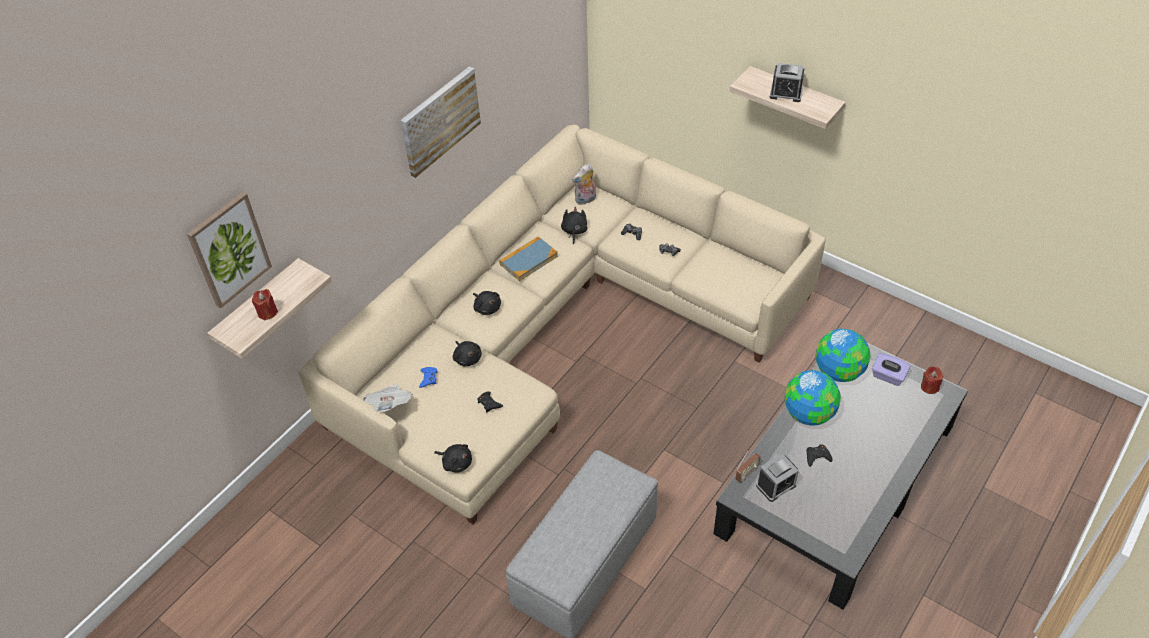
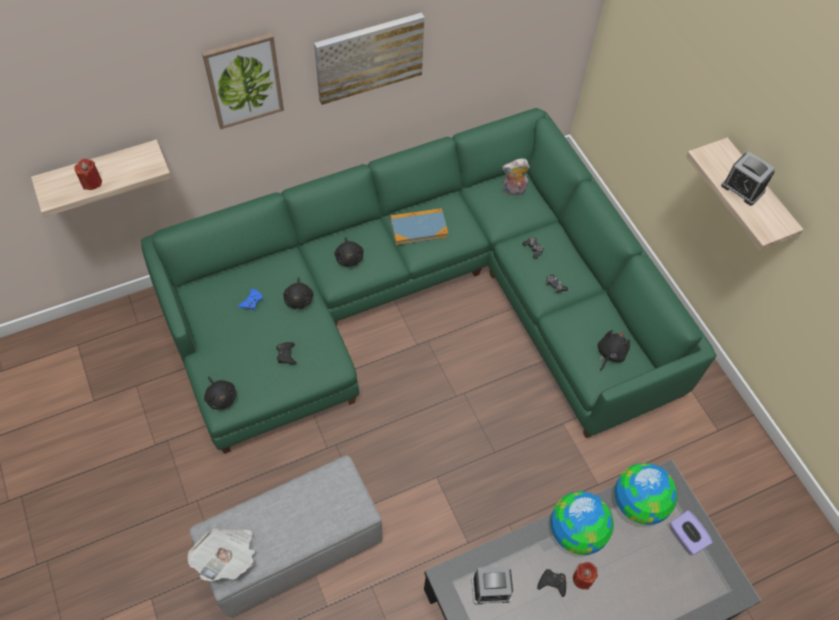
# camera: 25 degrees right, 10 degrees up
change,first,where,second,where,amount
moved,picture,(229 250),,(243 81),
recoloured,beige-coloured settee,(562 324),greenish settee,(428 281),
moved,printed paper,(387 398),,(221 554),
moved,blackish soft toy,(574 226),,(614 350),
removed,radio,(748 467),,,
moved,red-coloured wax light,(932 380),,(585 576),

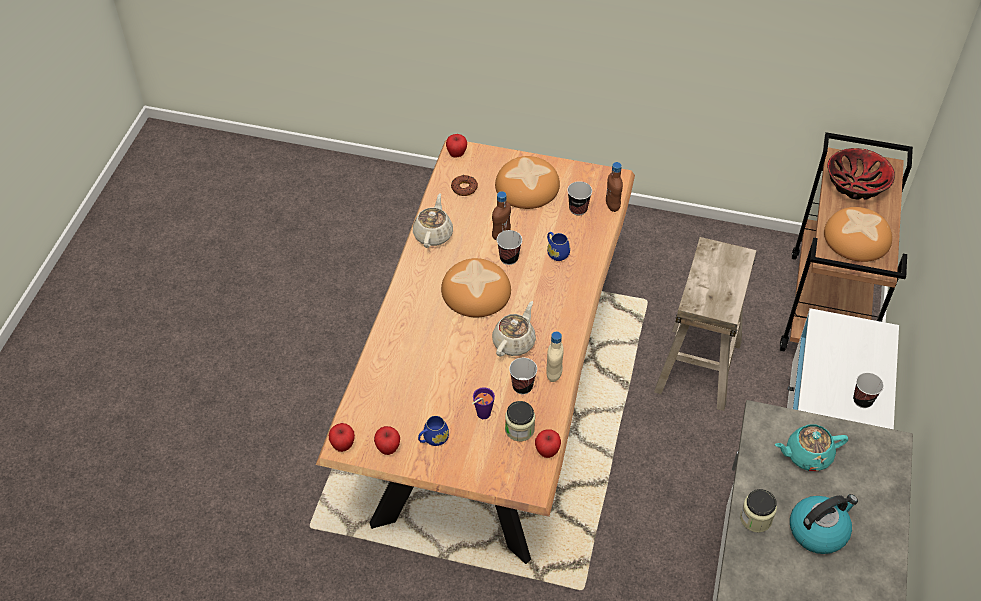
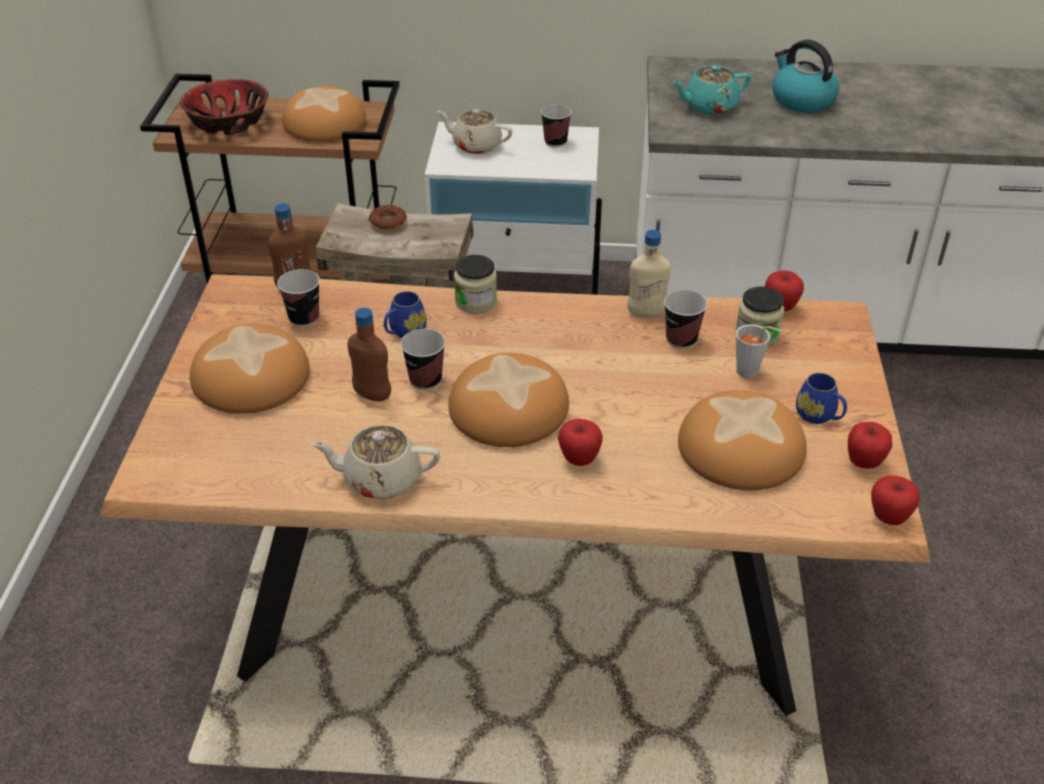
# camera: 100 degrees left, 10 degrees down
change,first,where,second,where,amount
moved,apple fruit,(456 145),,(580 442),
moved,ring doughnut,(464 185),,(388 217),
recoloured,purple-coloured cup,(483 403),grey cup,(759 351),
moved,beige-coloured pot for tea,(514 329),,(474 131),
moved,storage jar,(758 510),,(475 284),
turned,blue-green pot for tea,(811 447),,(711 90),90 degrees clockwise
added,,,bakery bread,(742 440),

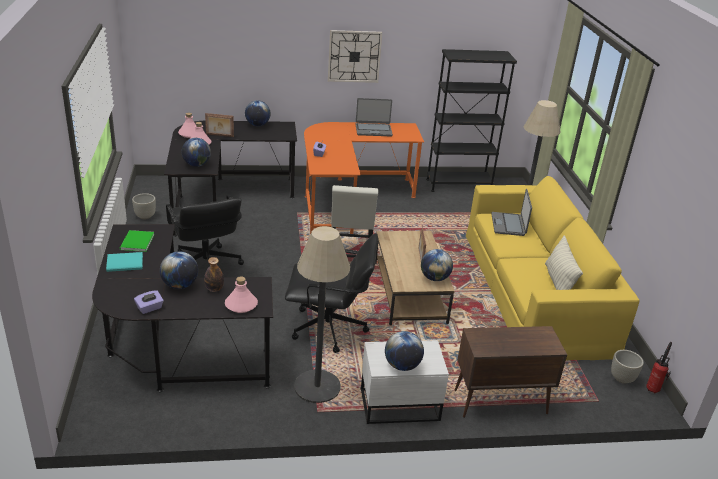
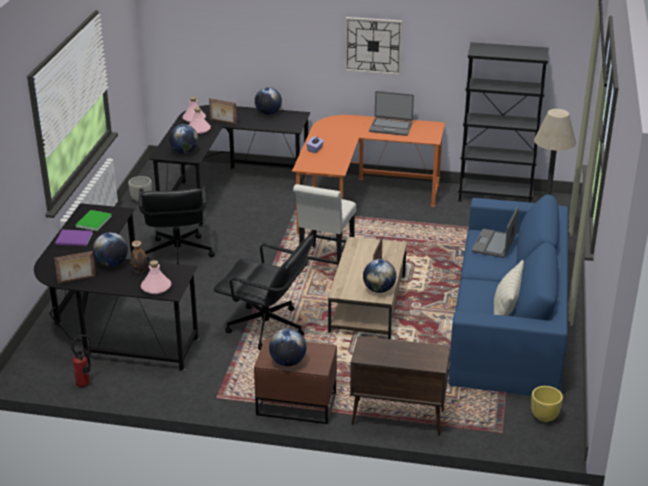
# camera: 20 degrees right, 0 degrees up
change,first,where,second,where,amount
recoloured,blue-green book,(124 262),purple-coloured book,(74 238),
replaced,purple-coloured tissue holder,(149 302),picture frame,(75 267),
removed,standard lamp,(322 314),,,
recoloured,white nightstand,(405 382),brown nightstand,(295 380),
recoloured,yellowish settee,(552 268),bluish settee,(508 295),
recoloured,grey planter,(627 367),yellowish planter,(547 404),
moved,extinguisher,(659 368),,(81 361),

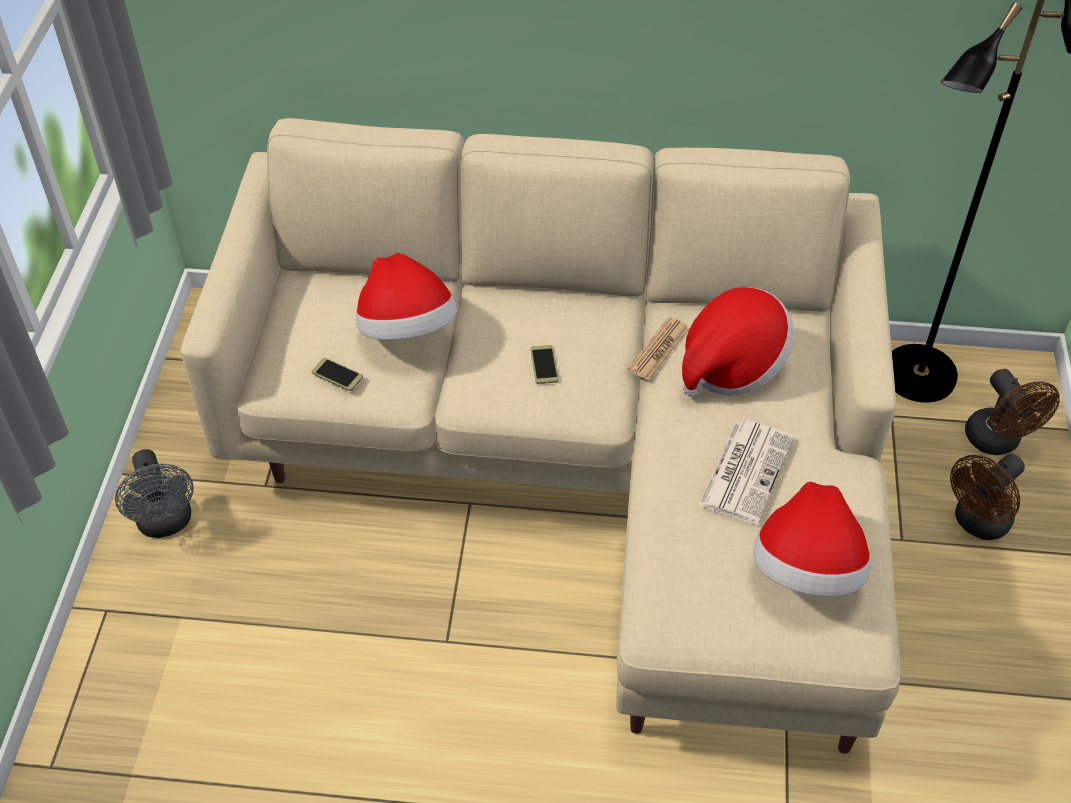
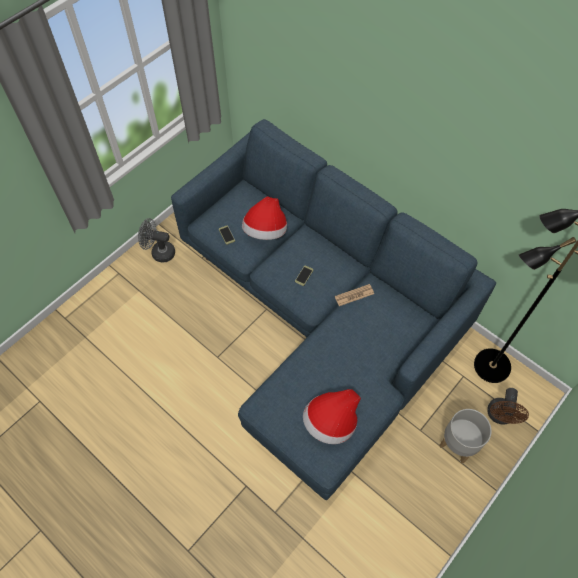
# camera: 35 degrees right, 10 degrees up
change,first,where,second,where,amount
turned,grey electric fan,(154 493),,(156 240),90 degrees clockwise
recoloured,beige-coloured settee,(540 436),bluish settee,(333 309),
removed,wearable hat,(738 342),,,
removed,printed paper,(746 472),,,
replaced,brown electric fan,(987 497),grey planter,(465 436),

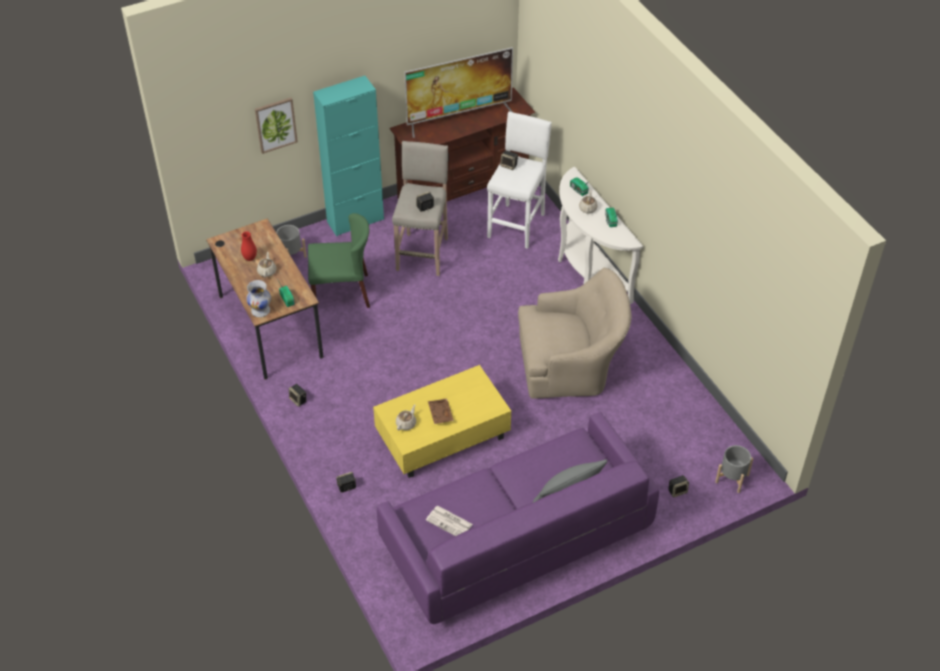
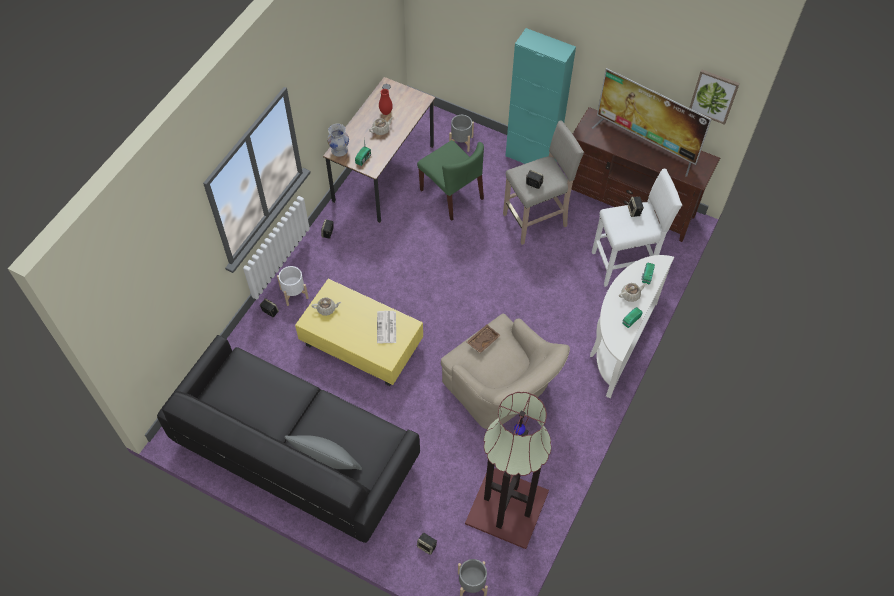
# camera: 55 degrees right, 10 degrees up
change,first,where,second,where,amount
moved,picture,(276 126),,(714 97),
recoloured,purple-coloured settee,(518 518),blackish settee,(288 439),
moved,printed paper,(449 521),,(386 327),
moved,brown carrying tray,(441 411),,(484 339),
added,,,white planter,(293 286),
added,,,standard lamp,(508 470),

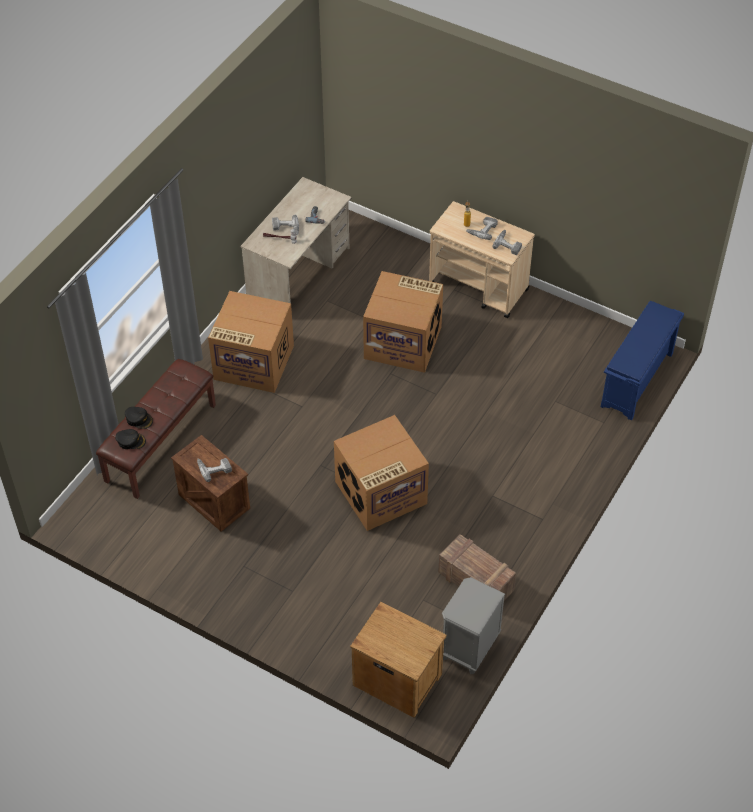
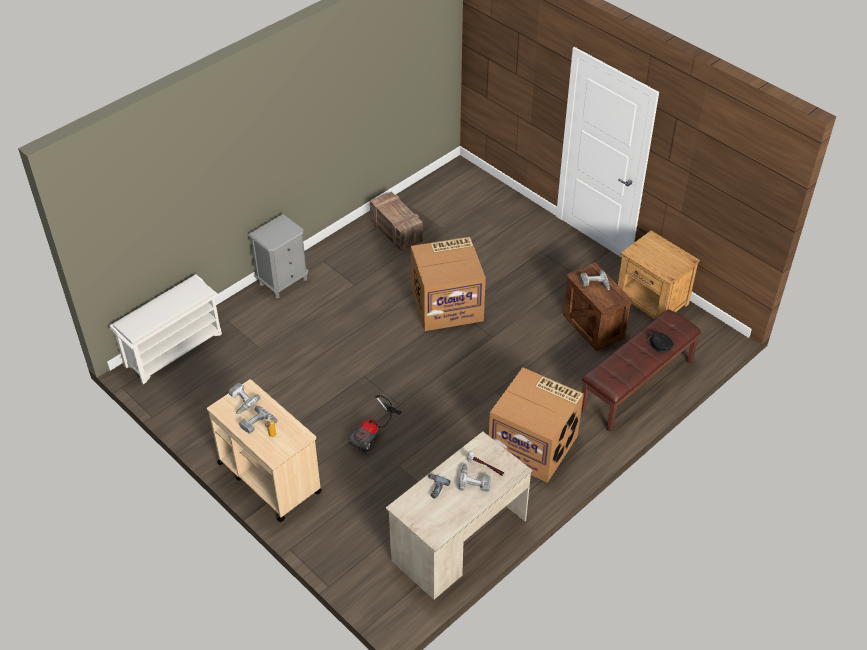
# camera: 165 degrees left, 5 degrees down
change,first,where,second,where,amount
removed,blackish cap,(130 439),,,
moved,brown nightstand,(398 660),,(659 275),
replaced,packing box,(403 322),vacuum,(375 424),
moved,grey nightstand,(473 625),,(278 256),
recoloured,bluish shoe shelf,(642 361),white shoe shelf,(166 329),

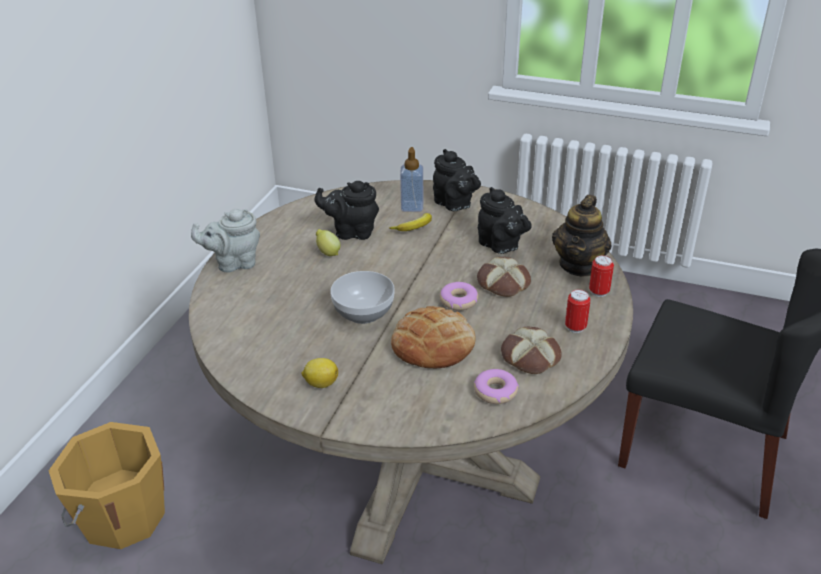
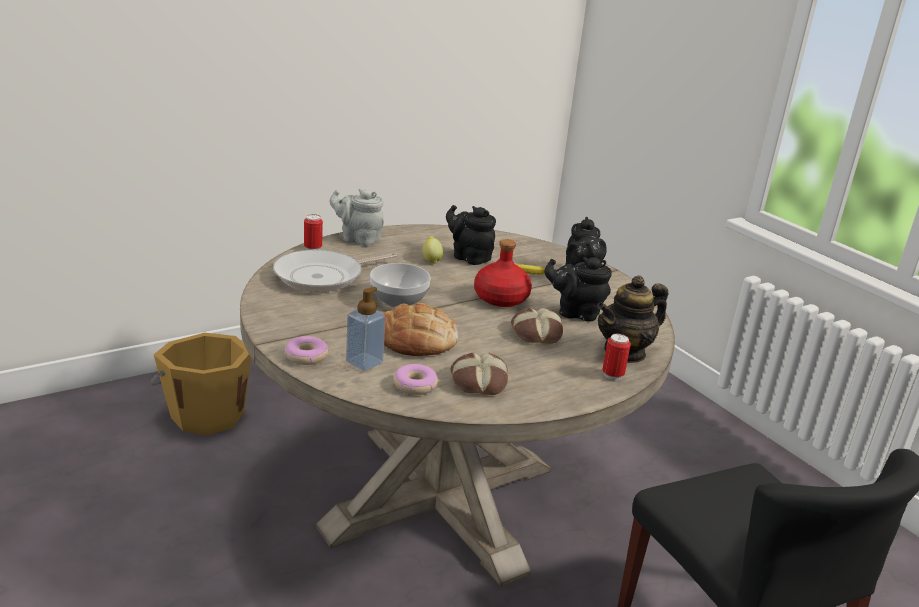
# camera: 35 degrees right, 10 degrees down
change,first,where,second,where,amount
removed,whole lemon,(320 373),,,
moved,soap dispenser,(411 179),,(366 329),
moved,ring doughnut,(459 296),,(307 350),
turned,blackish pot for tea,(505 220),,(578 289),105 degrees clockwise
moved,sealed can,(577 311),,(313 232),
added,,,pan,(335 271),
added,,,red-coloured beverage bottle,(503 273),

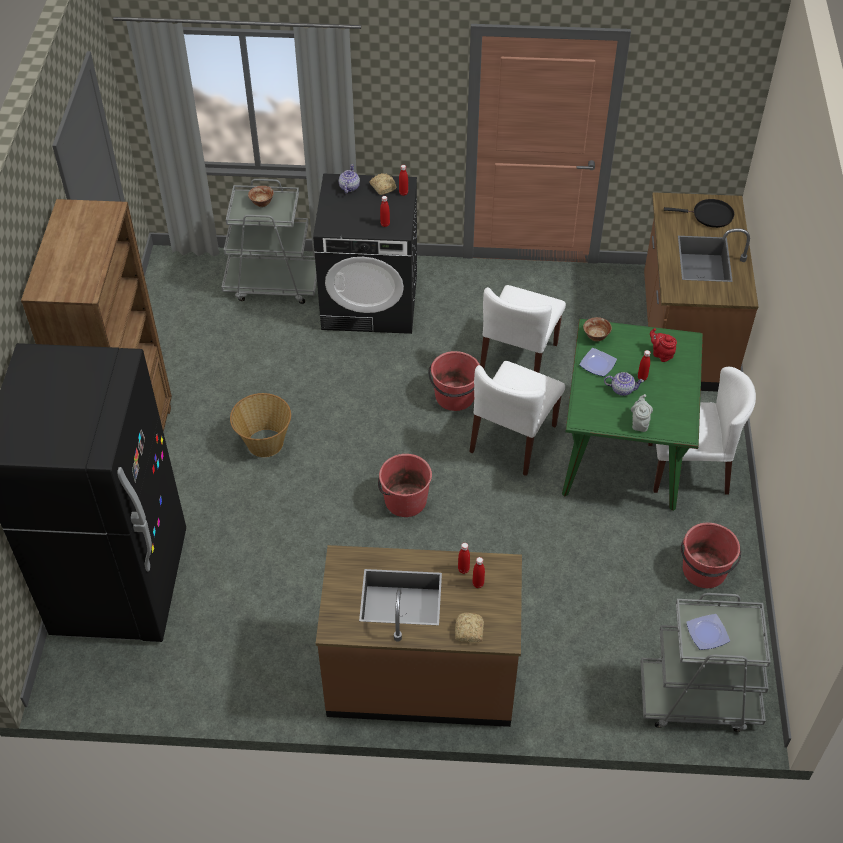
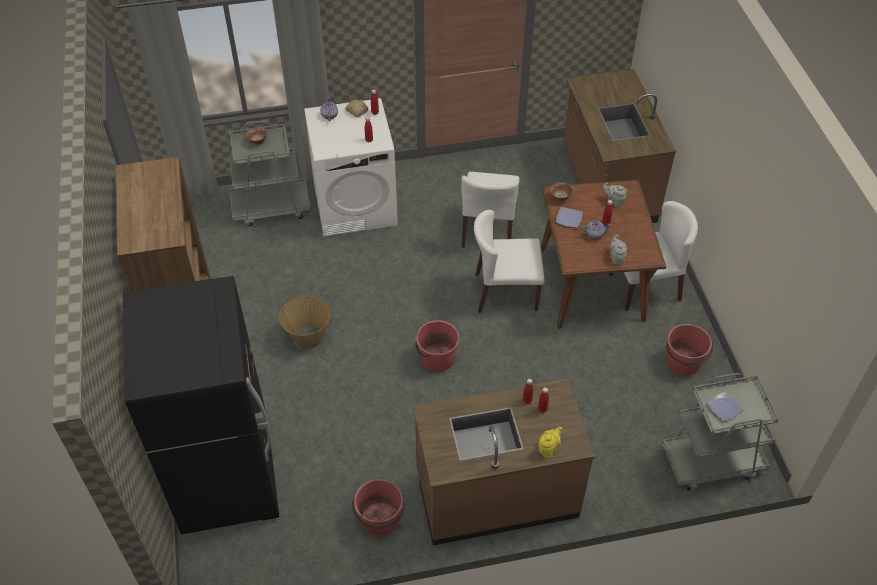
# camera: 15 degrees left, 0 degrees up
change,first,where,second,where,amount
recoloured,blackish washing machine,(365 254),white washing machine,(351 167),
moved,red-coloured pail,(454 381),,(378 508),
replaced,bakery bread,(469 628),yellowish pot for tea,(550 442),
turned,white chair,(517 418),,(509 261),75 degrees clockwise
recoloured,greenish kitchen table,(632 415),brown kitchen table,(603 254),
recoloured,red-coloured pot for tea,(663 345),grey pot for tea,(615 194),
removed,blackish pan,(699 213),,,

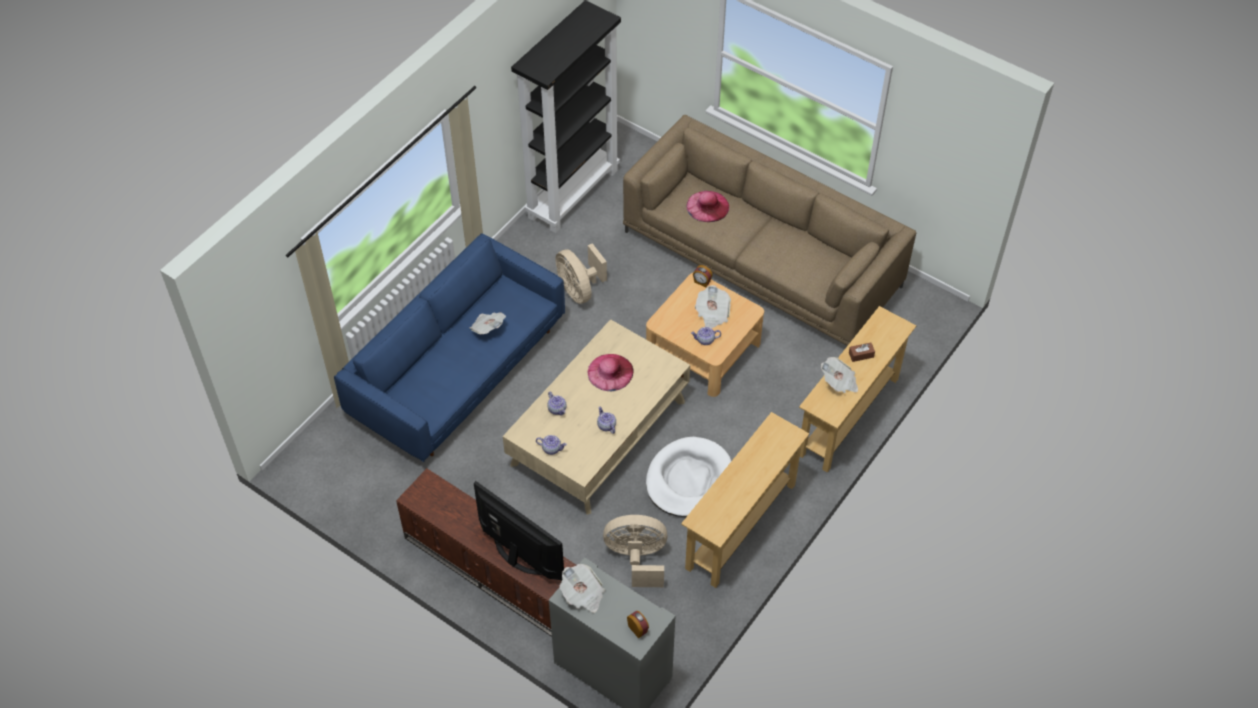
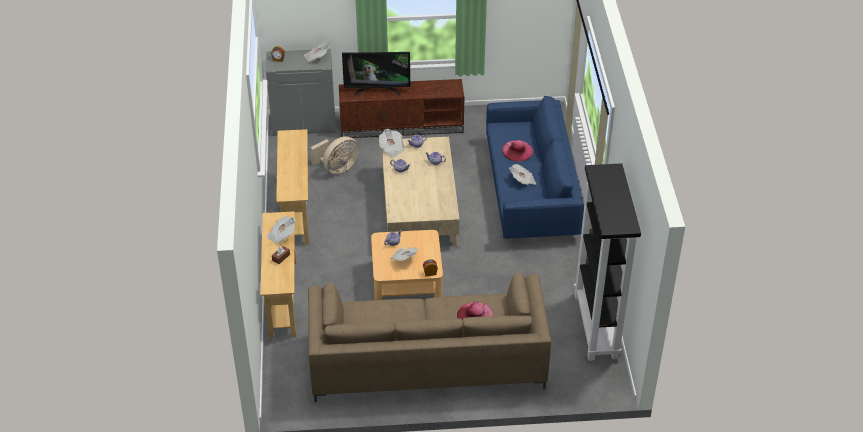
# camera: 140 degrees right, 10 degrees down
change,first,where,second,where,amount
removed,beige-coloured electric fan,(581 273),,,
moved,pink wearable hat,(611 372),,(517 151),
removed,white pet bed,(688 477),,,
added,,,printed paper,(391 143),

